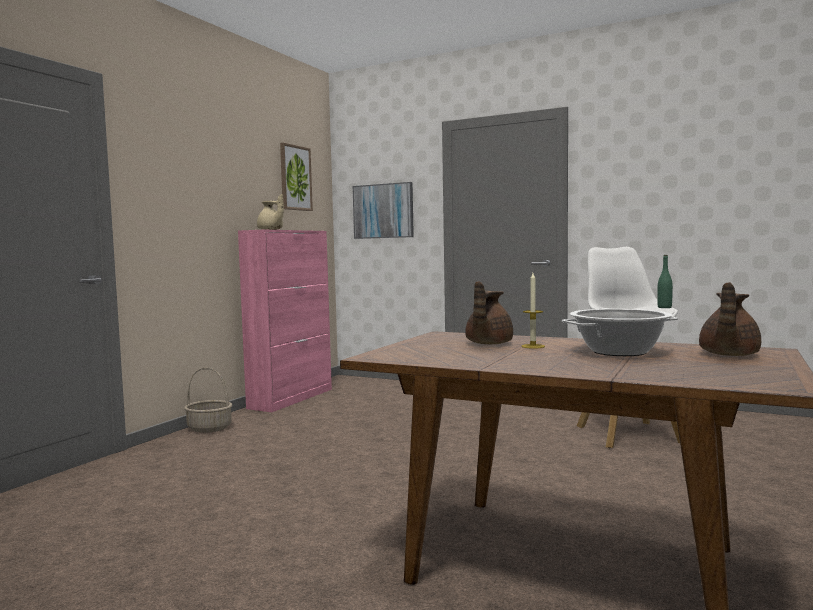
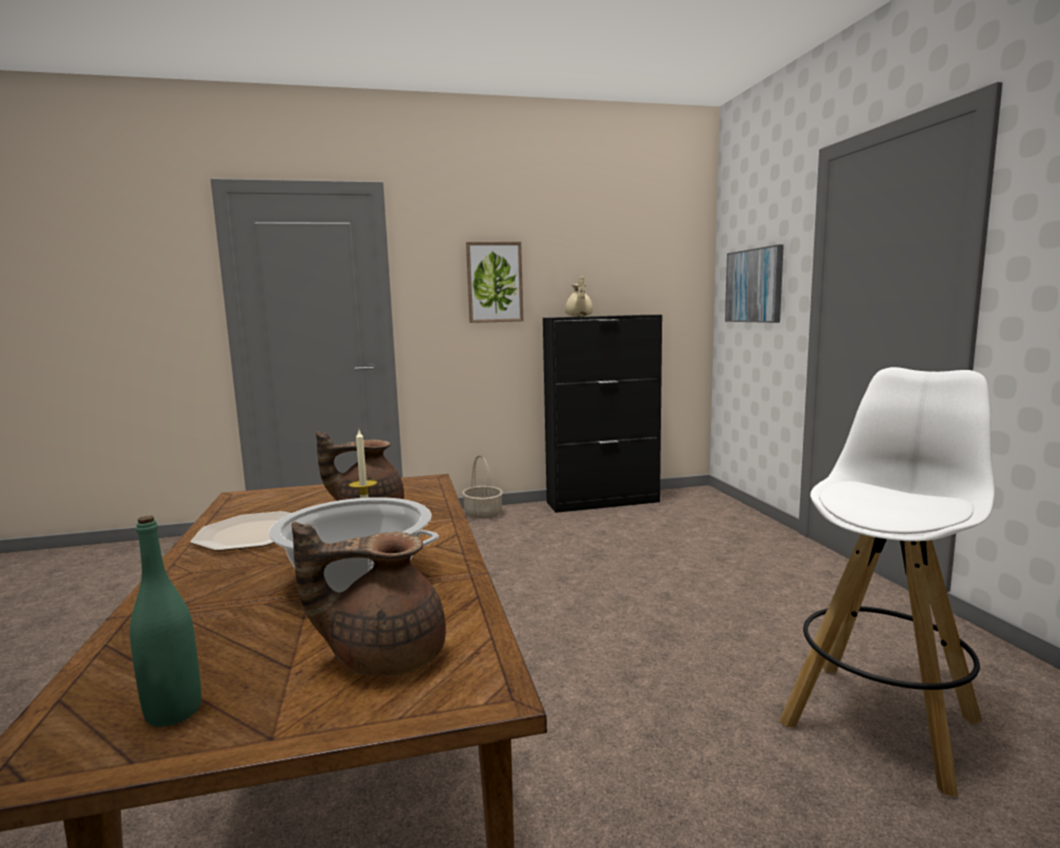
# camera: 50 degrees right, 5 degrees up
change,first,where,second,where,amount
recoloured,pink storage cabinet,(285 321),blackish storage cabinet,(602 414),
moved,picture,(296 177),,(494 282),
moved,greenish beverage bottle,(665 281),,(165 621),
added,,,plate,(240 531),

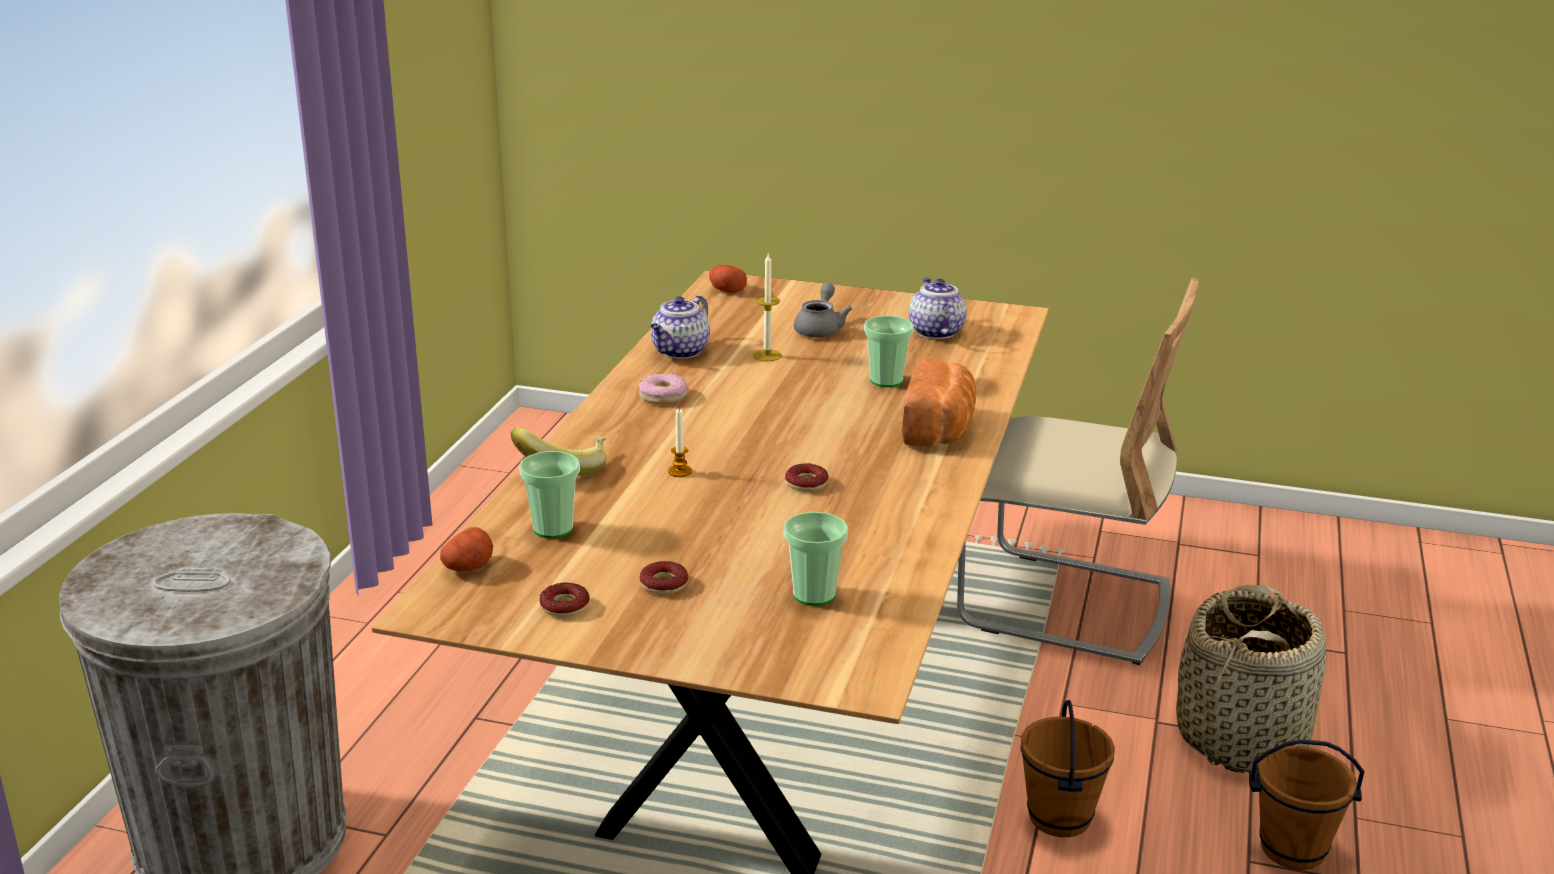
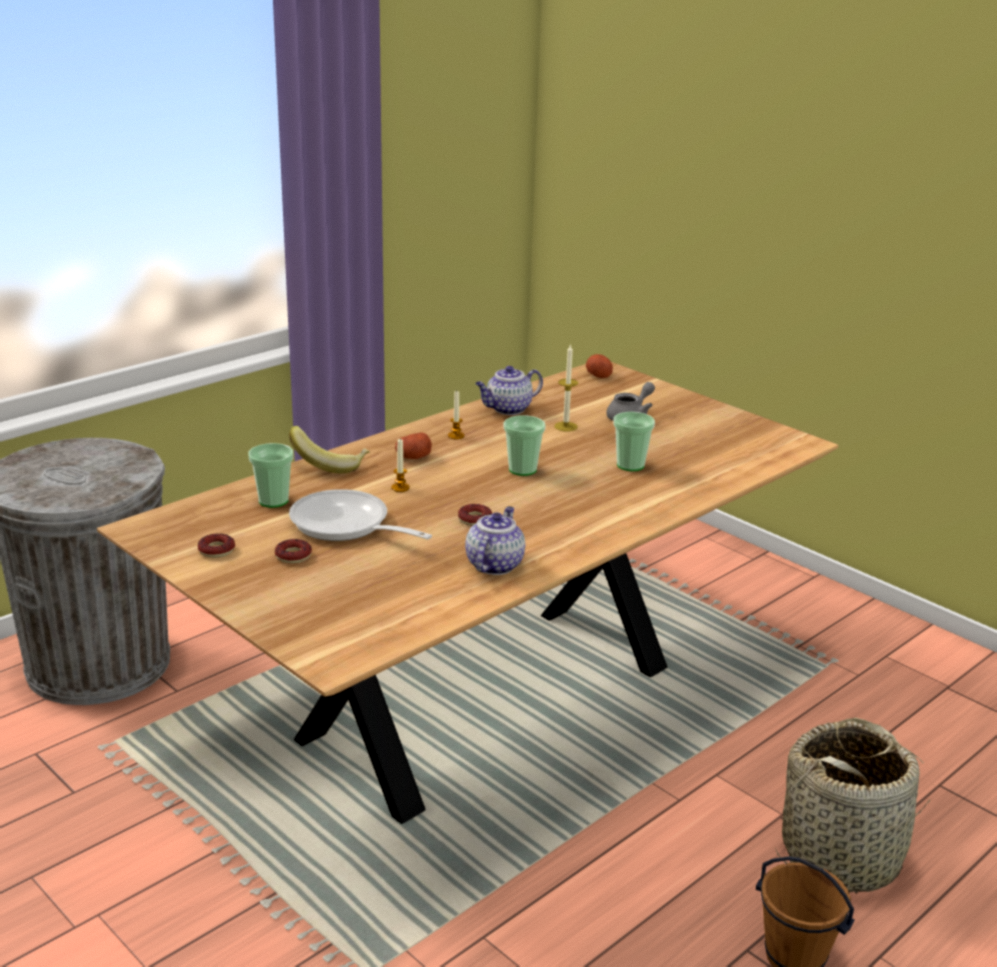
# camera: 30 degrees right, 0 degrees up
change,first,where,second,where,amount
moved,potato,(466 549),,(413 445),
replaced,ring doughnut,(663 389),wax light,(456 415),
moved,cup,(816 559),,(525 445),
removed,bakery bread,(939 401),,,
moved,pot for tea,(938 308),,(495 540),
removed,beige-coloured chair,(1078 471),,,
removed,brown pail,(1068 768),,,
added,,,pan,(360 515),

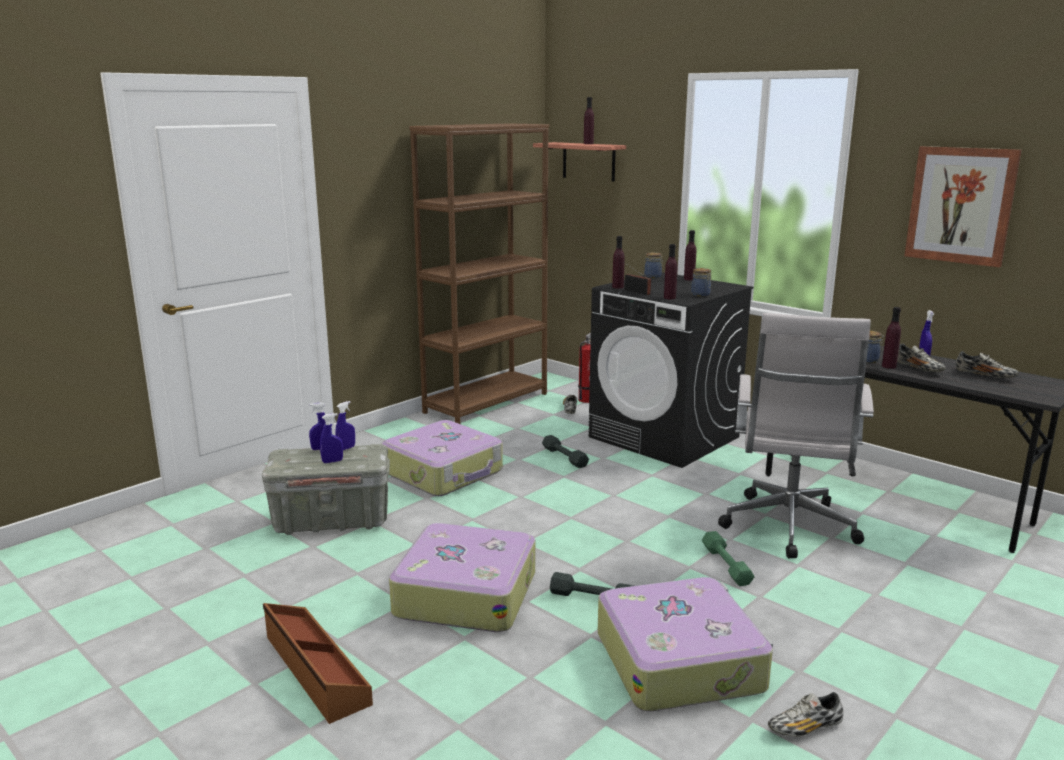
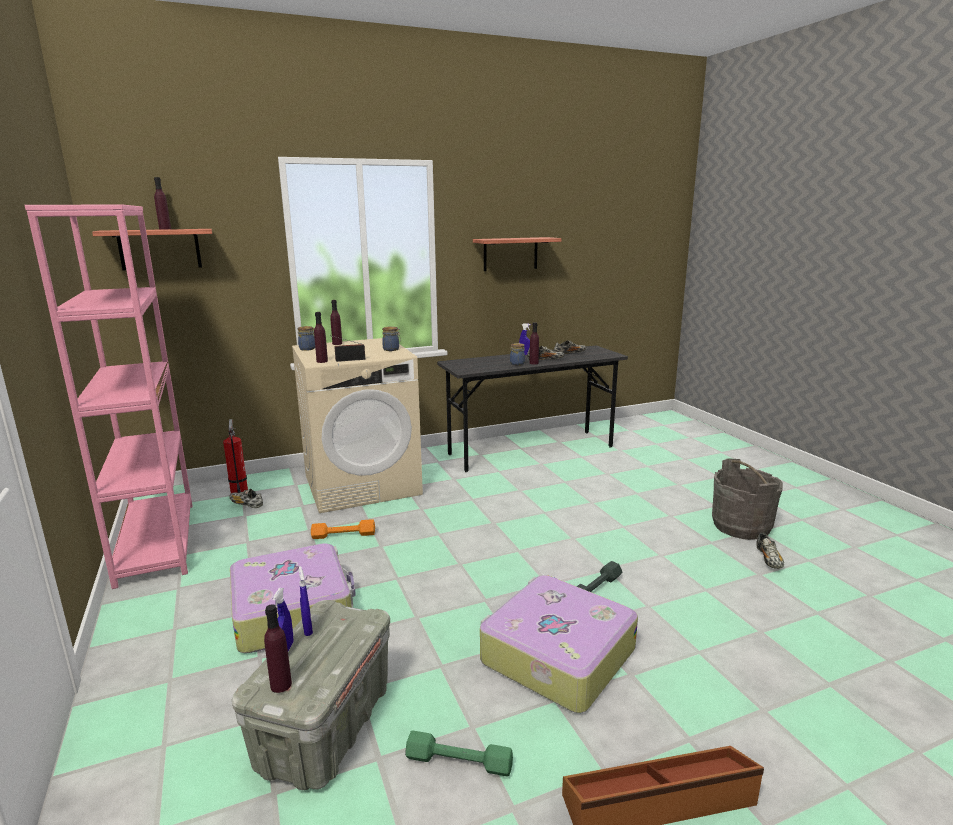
# camera: 65 degrees left, 0 degrees up
change,first,where,second,where,amount
removed,bluish sprayer,(331 438),,,
recoloured,brown bookcase,(479 273),pink bookcase,(109 396),
recoloured,grey free weight,(565 451),orangey free weight,(343 529),
recoloured,blackish washing machine,(671 370),beige-coloured washing machine,(357 425),
removed,travel case,(685 644),,,
moved,purple-coloured beverage bottle,(670 271),,(278 648),
moved,greenish free weight,(728 558),,(459 753),
removed,white desk chair,(796 435),,,
replaced,picture,(963 206),wall shelf,(517 254),
added,,,grey pail,(747 499),

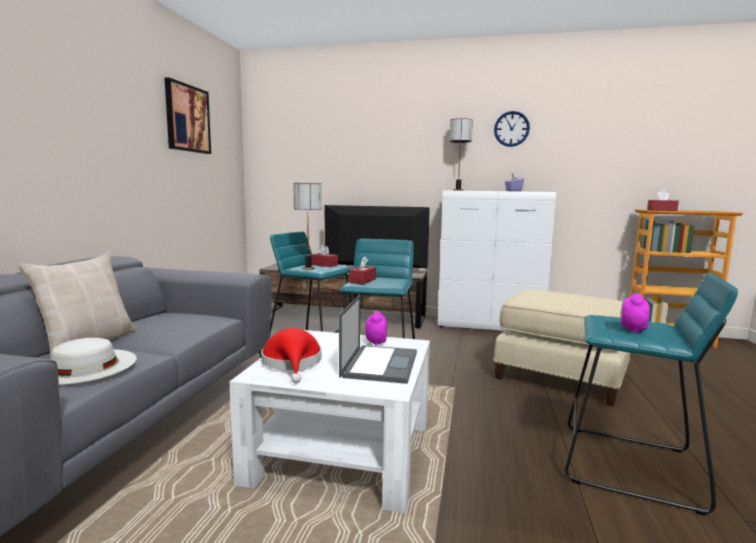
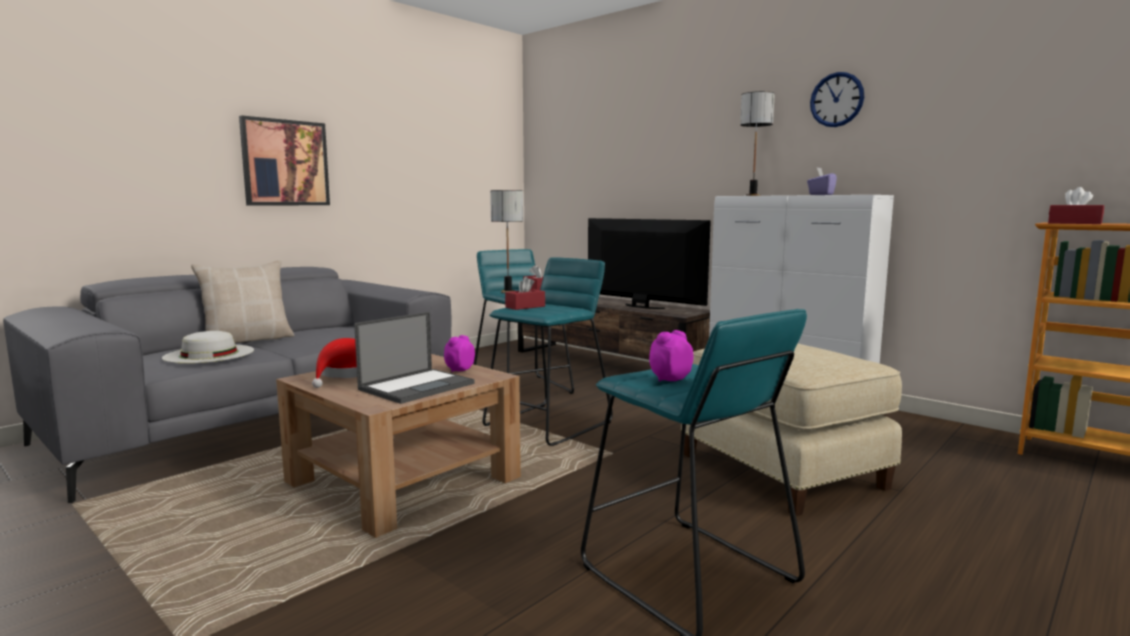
# camera: 30 degrees right, 0 degrees up
change,first,where,second,where,amount
moved,picture,(188 115),,(284 160),
recoloured,white coffee table,(329 422),brown coffee table,(398 446),

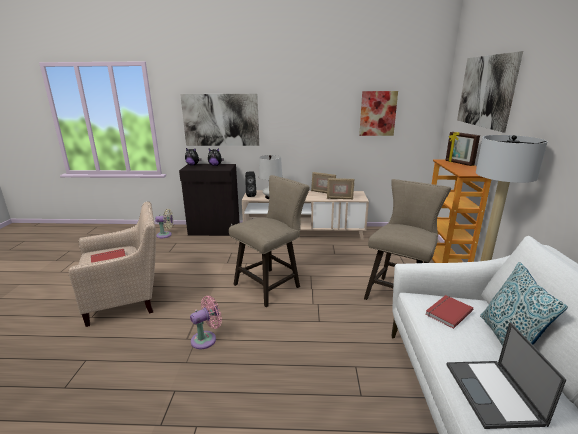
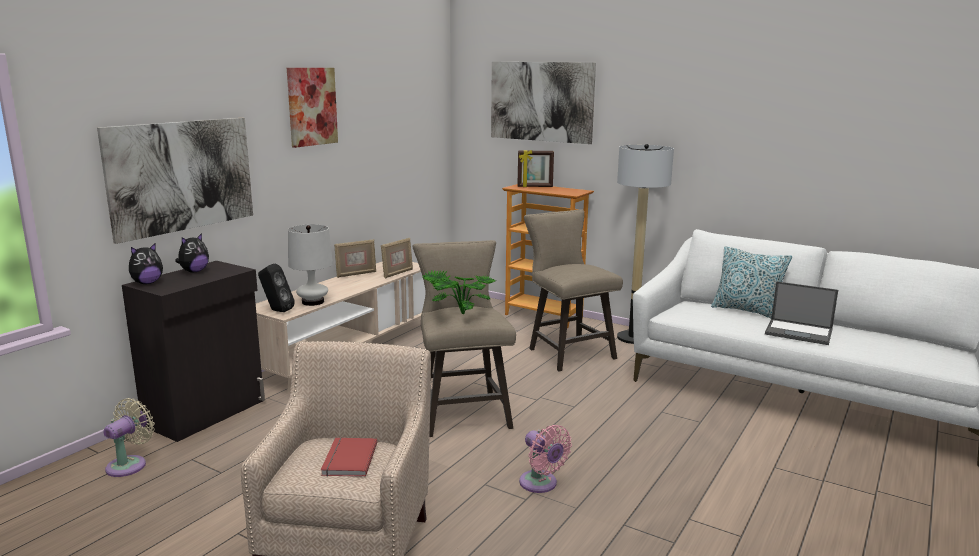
# camera: 60 degrees left, 5 degrees down
change,first,where,second,where,amount
turned,pink electric fan,(206 322),,(545 459),150 degrees clockwise
moved,picture,(378 113),,(312 108),
removed,red-coloured book,(449 312),,,
added,,,plant in a pot,(459 292),

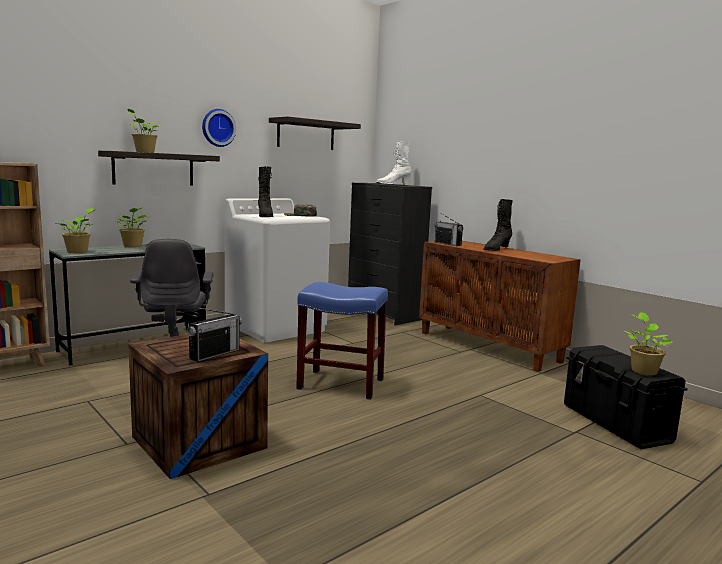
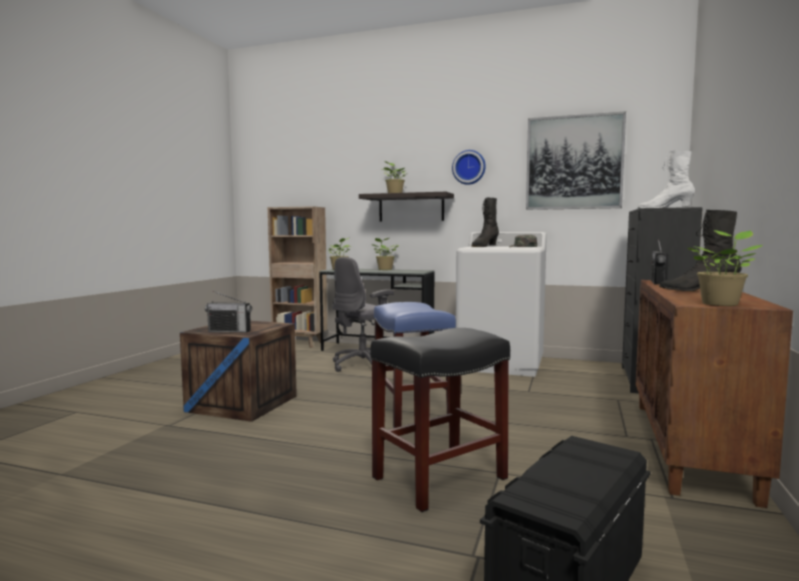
# camera: 60 degrees right, 5 degrees down
change,first,where,second,where,amount
replaced,wall shelf,(315 133),picture,(576 160),
moved,plant in a pot,(648 344),,(725 268),
added,,,blackish stool seat,(440 420),

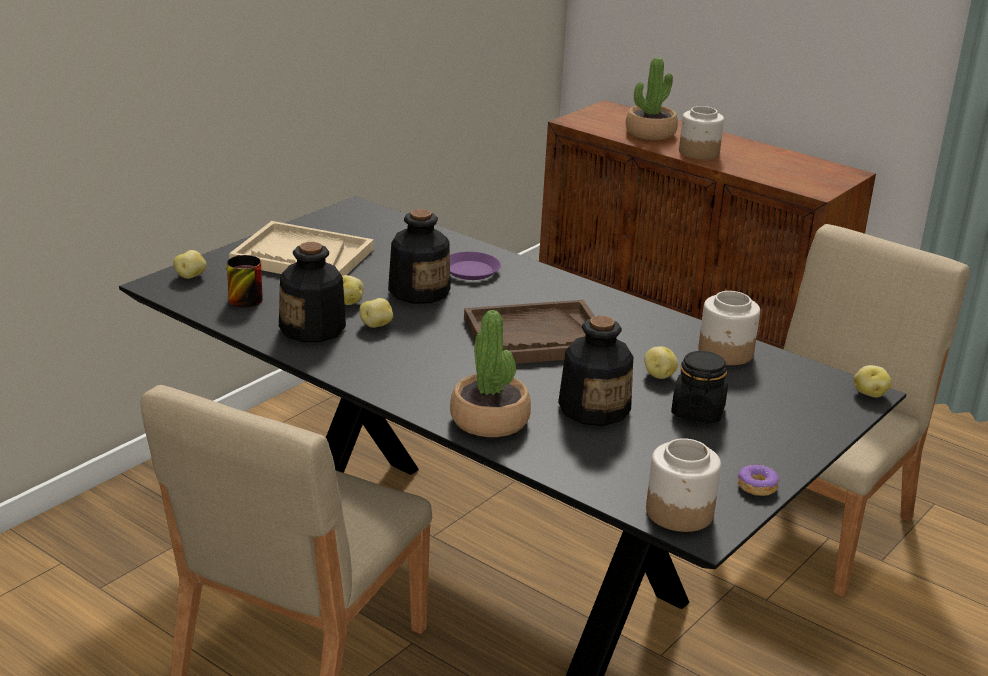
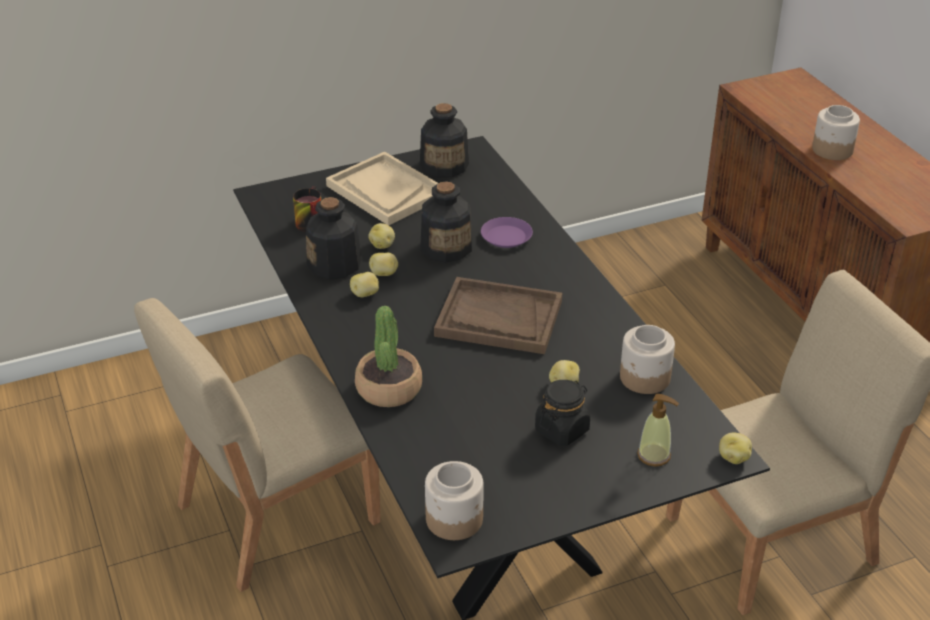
# camera: 30 degrees right, 10 degrees up
change,first,where,second,where,amount
moved,potato,(190 264),,(364 284),
moved,beverage bottle,(595 371),,(444 140),
removed,plant in a pot,(652 98),,,
removed,ring doughnut,(758 479),,,
added,,,soap dispenser,(658 430),

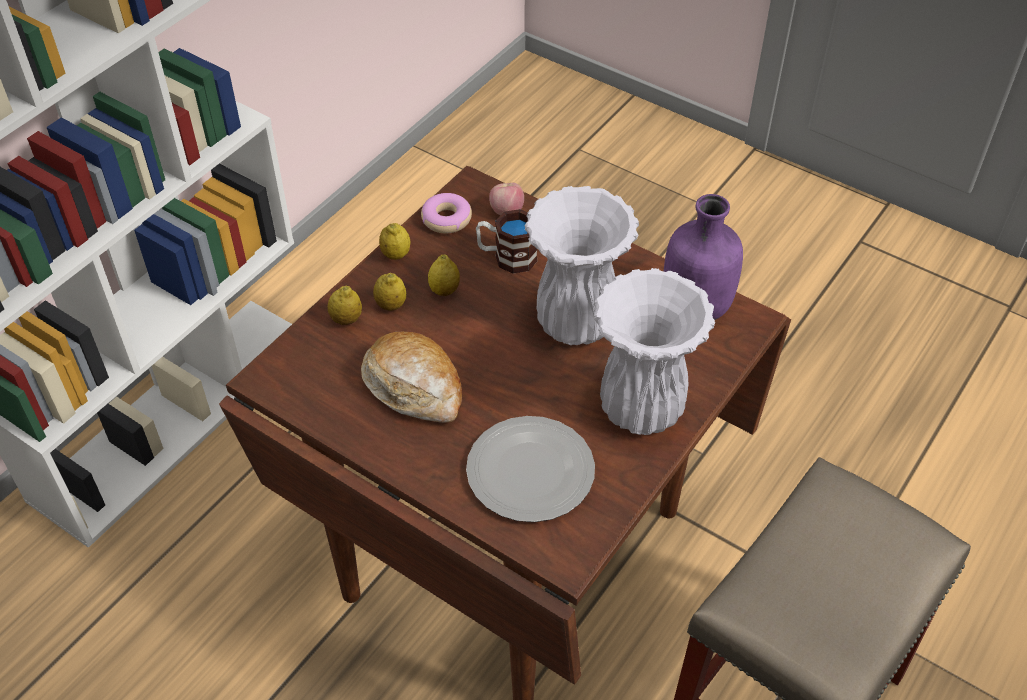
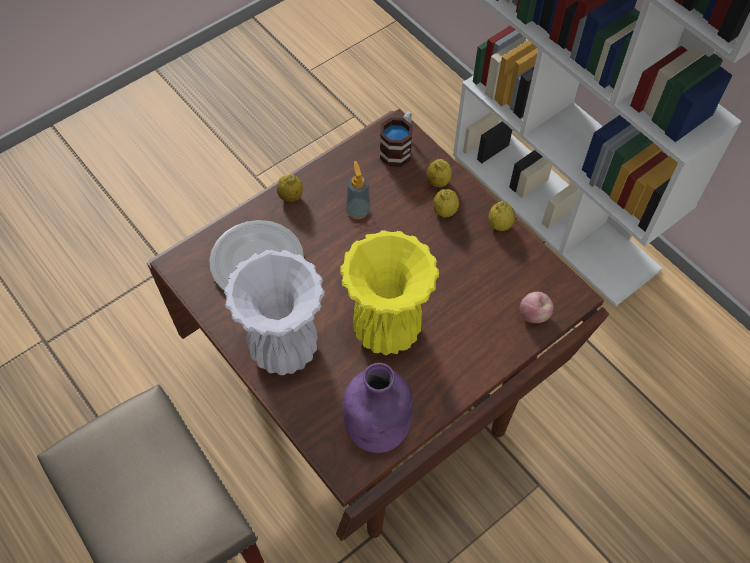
# camera: 105 degrees right, 10 degrees up
change,first,where,second,where,amount
replaced,bakery bread,(411 377),soap dispenser,(358 190),
removed,ring doughnut,(446 213),,,
moved,whole lemon,(444 275),,(290 188),
moved,mug,(507 241),,(396 139),
recoloured,white flower vase,(581 265),yellowish flower vase,(389 292),

